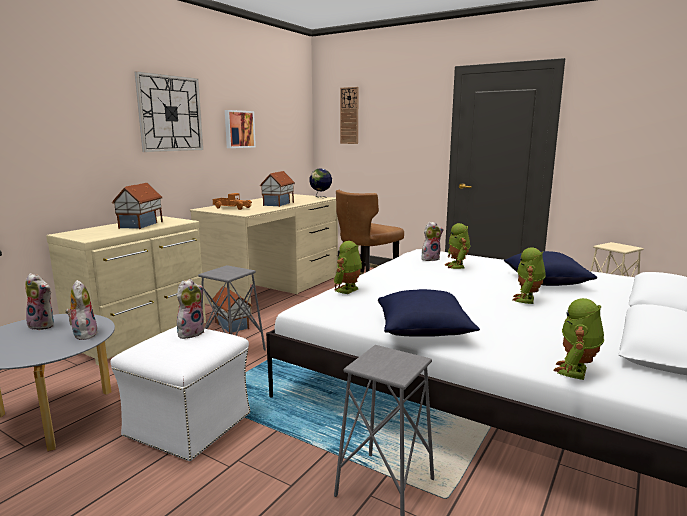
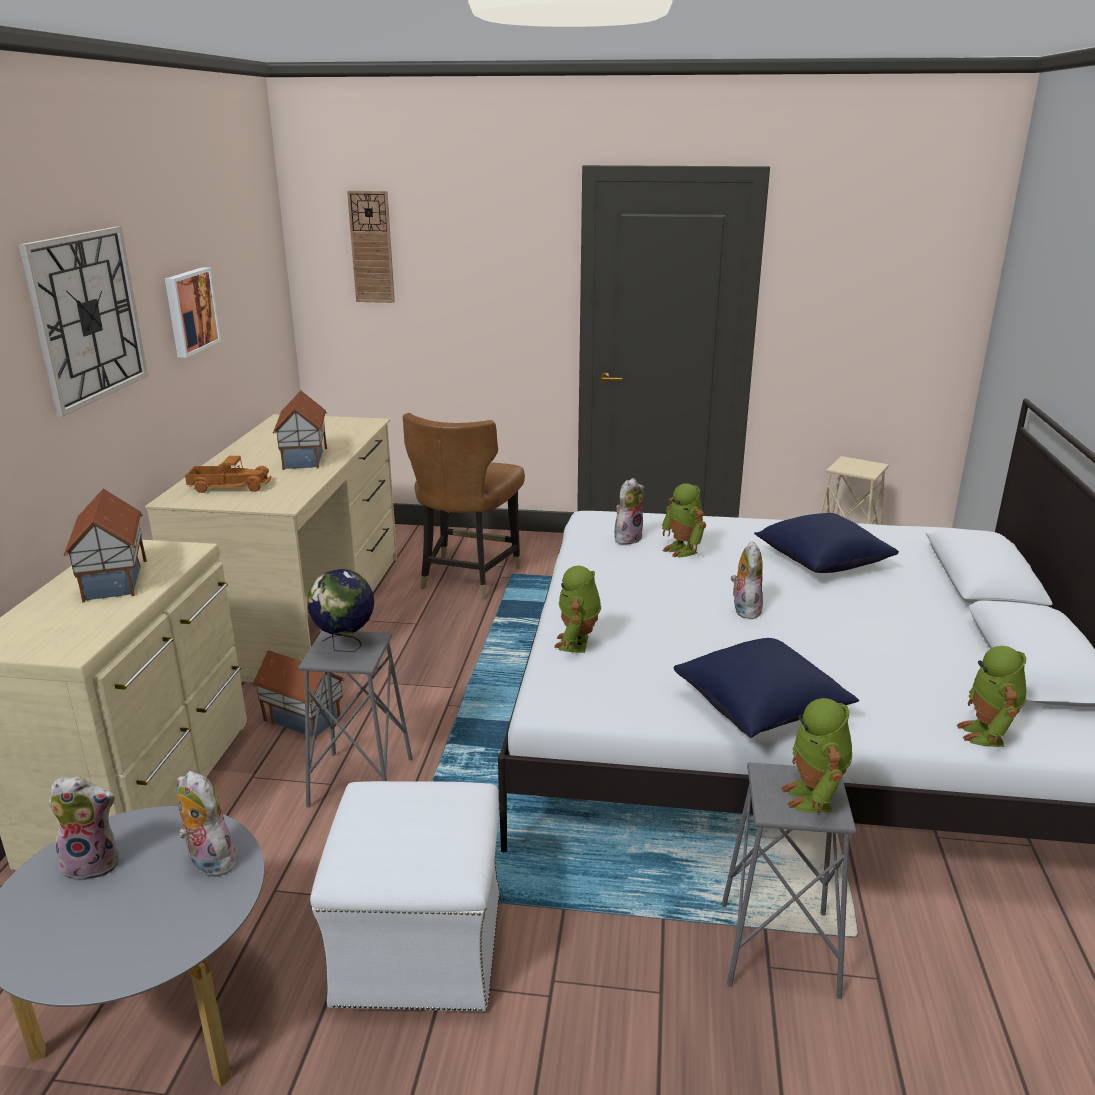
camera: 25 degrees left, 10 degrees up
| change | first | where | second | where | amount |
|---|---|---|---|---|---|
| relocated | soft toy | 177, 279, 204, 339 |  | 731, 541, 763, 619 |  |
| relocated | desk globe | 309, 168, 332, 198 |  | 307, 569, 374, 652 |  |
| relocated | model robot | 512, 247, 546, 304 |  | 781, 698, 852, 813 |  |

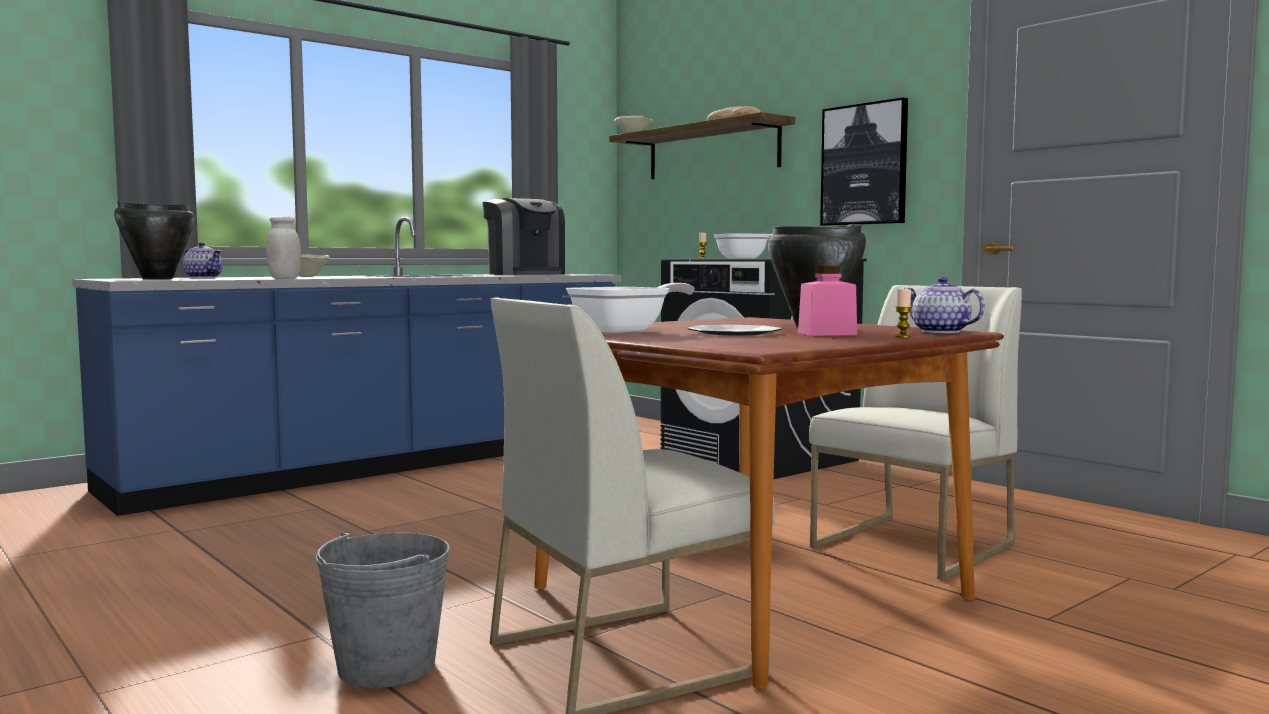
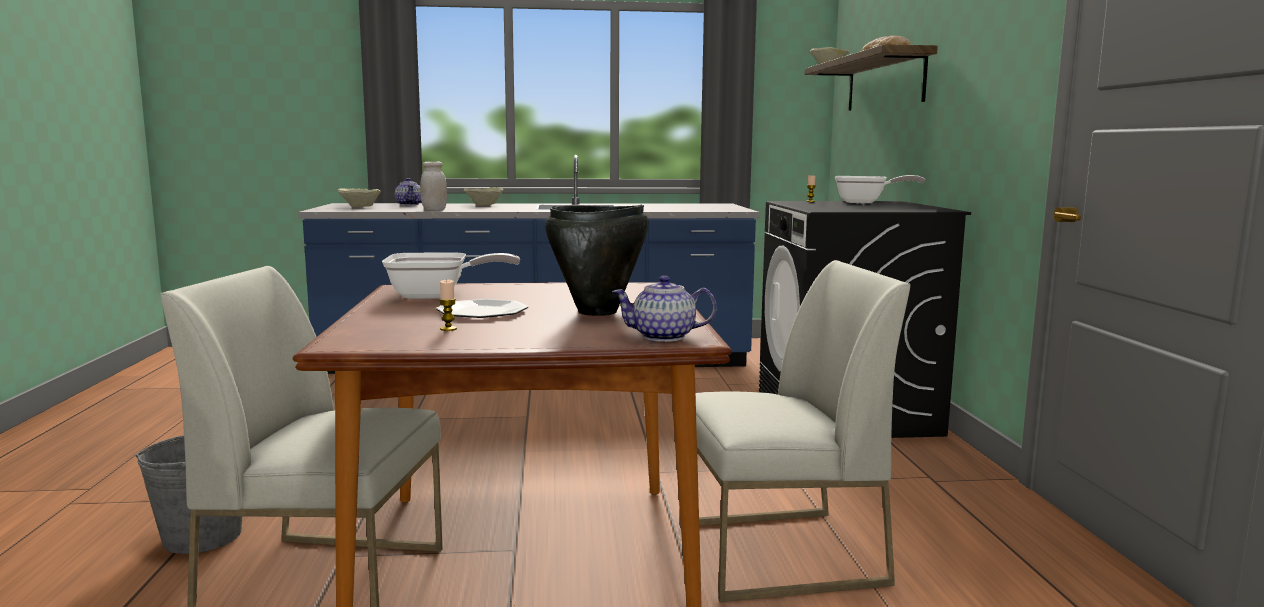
camera: 35 degrees right, 5 degrees up
| change | first | where | second | where | amount |
|---|---|---|---|---|---|
| missing | coffee machine | 482, 198, 565, 275 |  |  |  |
| missing | preserve jar (pink-coloured) | 798, 266, 857, 336 |  |  |  |
| missing | picture | 820, 98, 908, 226 |  |  |  |
| relocated | wax light | 895, 288, 912, 337 |  | 439, 280, 457, 331 |  |
| exchanged | saucepot (blackish) | 114, 201, 195, 279 | bowl (beige-coloured) | 338, 188, 381, 207 |  |
| spun | teapot | 907, 277, 985, 333 |  | 612, 276, 717, 342 | 90 degrees counterclockwise |

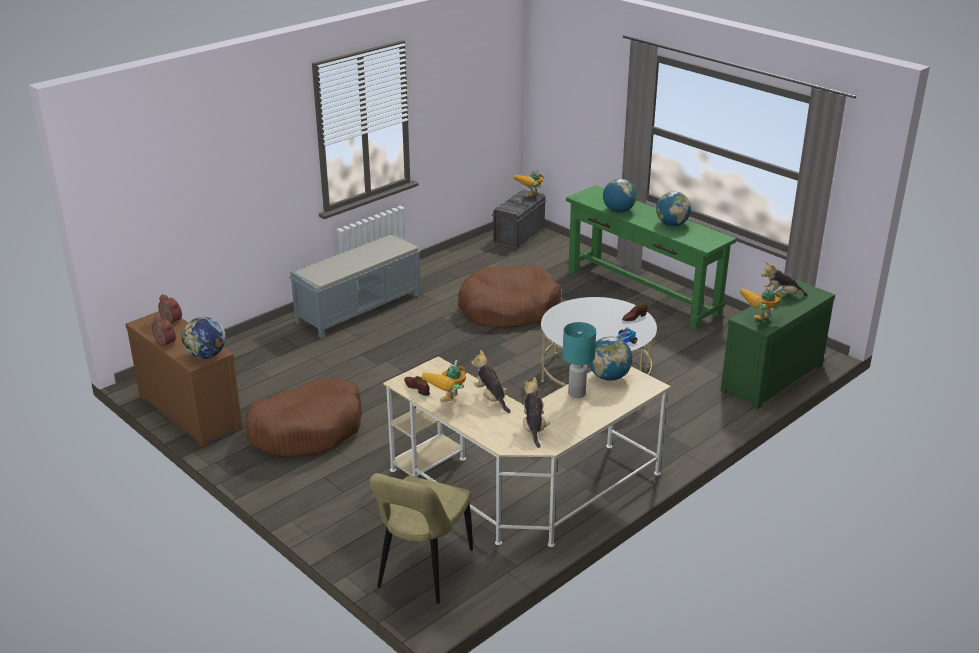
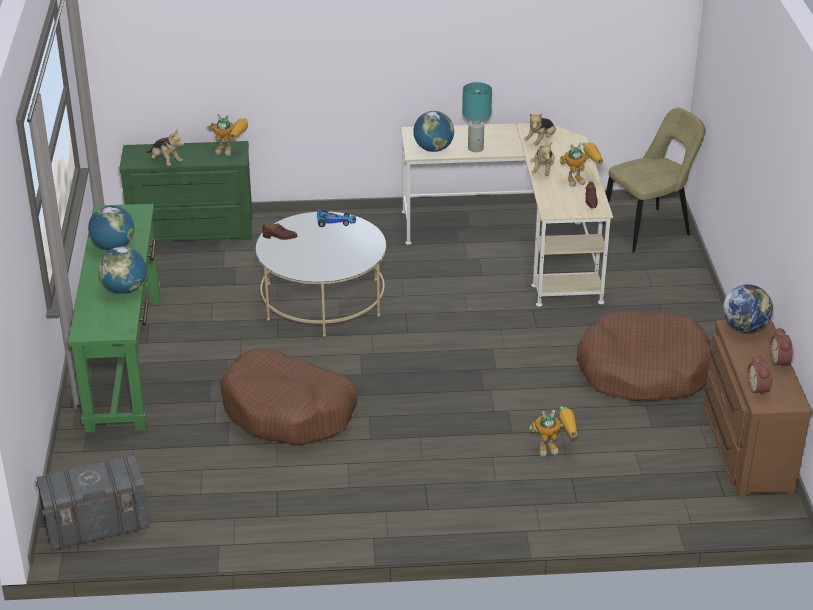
camera: 140 degrees left, 5 degrees up
| change | first | where | second | where | amount |
|---|---|---|---|---|---|
| missing | bench (greyish) | 289, 233, 421, 338 |  |  |  |
| relocated | model robot | 514, 168, 544, 197 |  | 529, 406, 577, 457 |  |

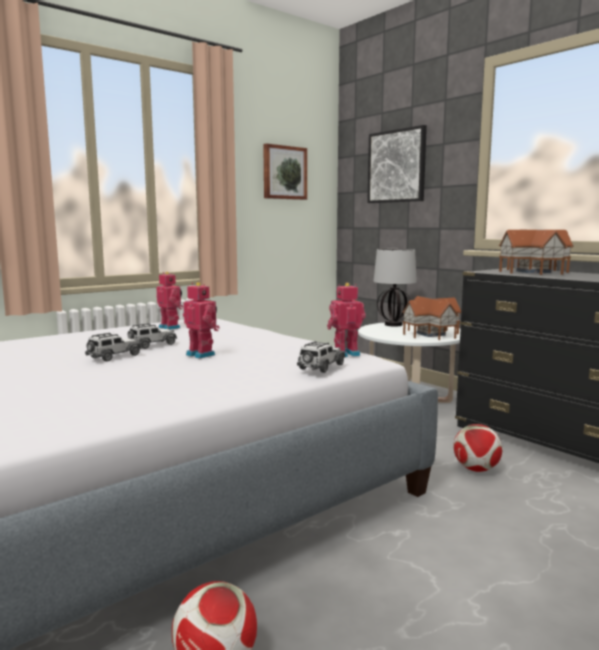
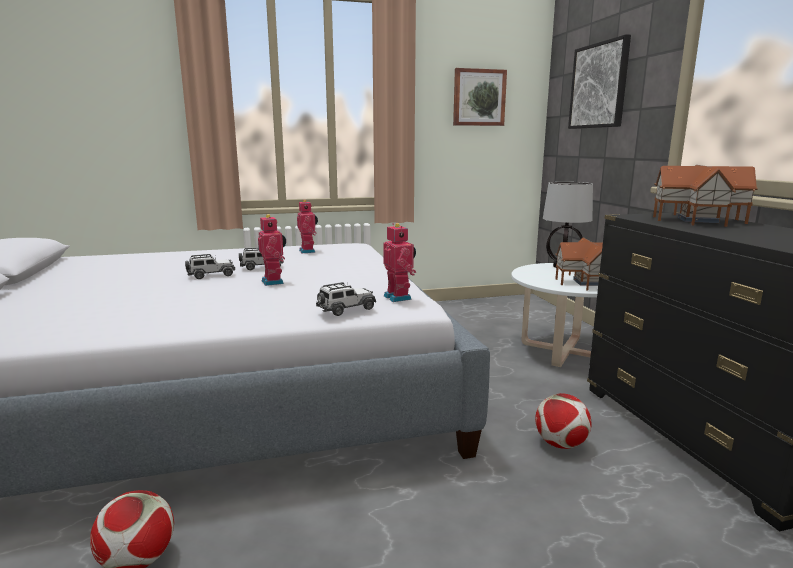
camera: 25 degrees right, 5 degrees up
| change | first | where | second | where | amount |
|---|---|---|---|---|---|
| spun | model robot | 327, 283, 366, 357 |  | 383, 223, 416, 302 | 60 degrees clockwise |

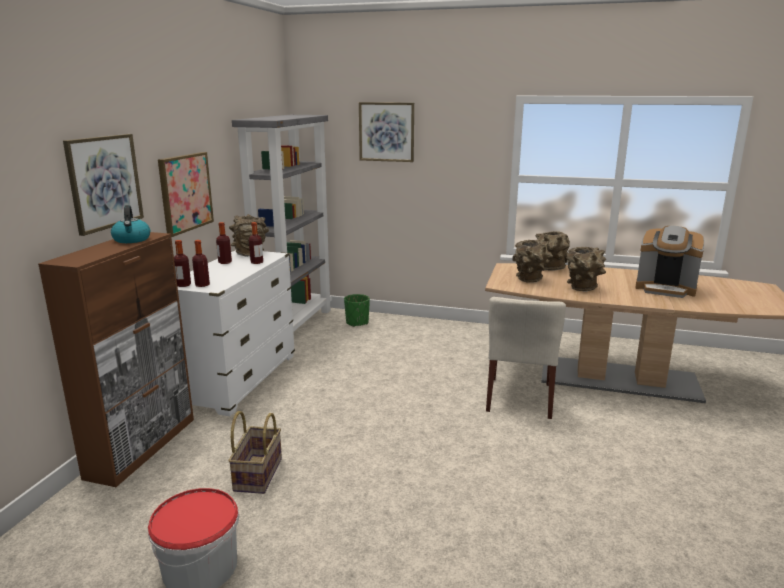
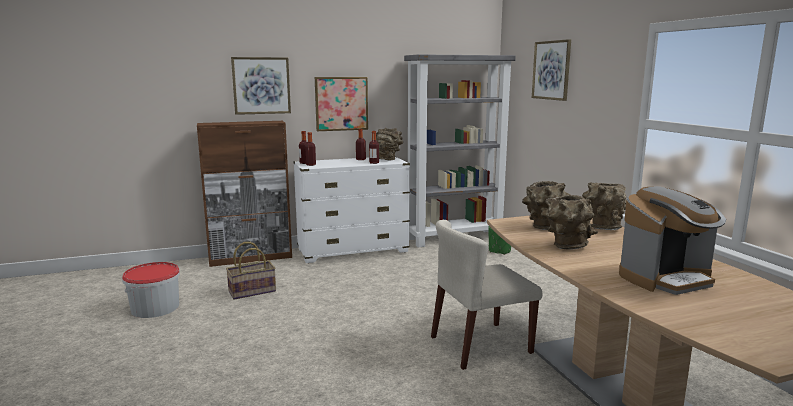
camera: 55 degrees right, 5 degrees down
| change | first | where | second | where | amount |
|---|---|---|---|---|---|
| missing | water kettle | 111, 205, 150, 243 |  |  |  |
| spun | coffee machine | 635, 226, 705, 298 |  | 619, 186, 726, 295 | 105 degrees counterclockwise |

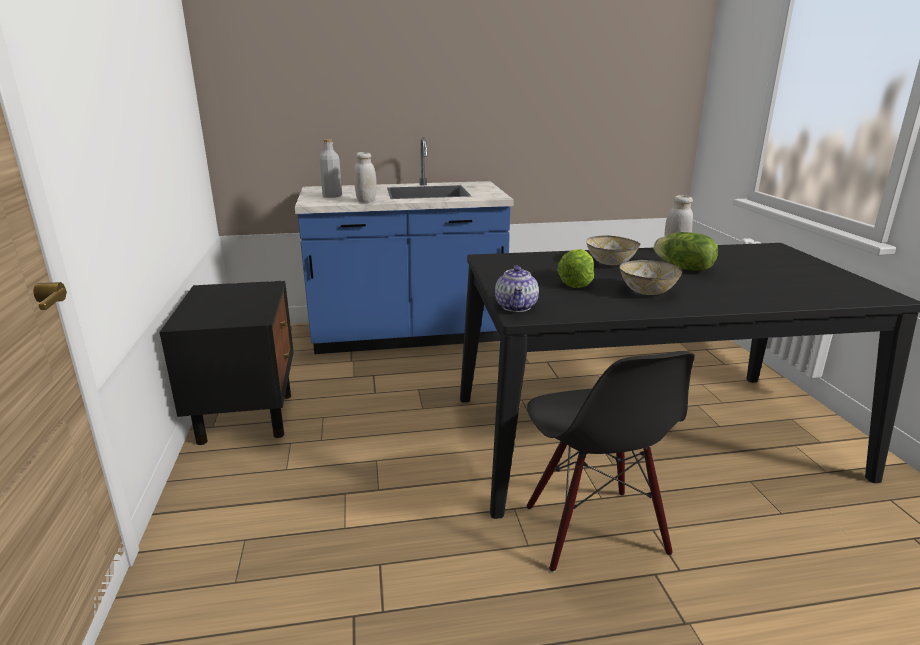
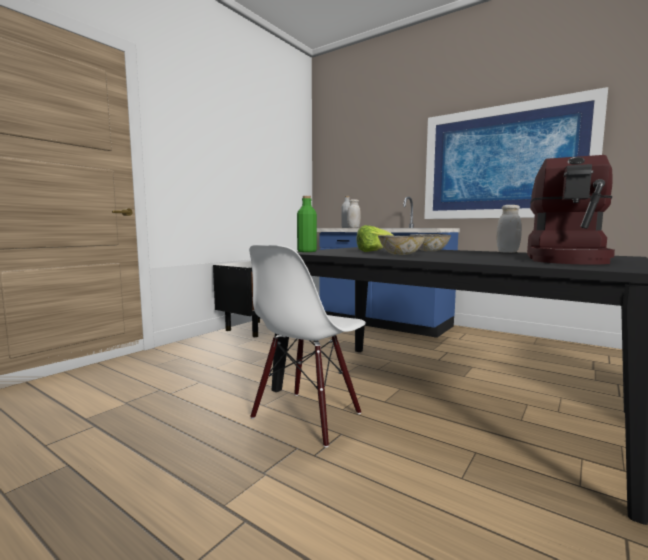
camera: 45 degrees right, 15 degrees down
| change | first | where | second | where | amount |
|---|---|---|---|---|---|
| missing | head of lettuce | 653, 232, 718, 271 |  |  |  |
| appeared |  |  | picture | 424, 87, 608, 219 |  |
| appeared |  |  | coffee machine | 527, 155, 615, 265 |  |
| exchanged | teapot | 495, 265, 539, 312 | beverage bottle (greenish) | 297, 196, 317, 252 |  |
| colour | upright chair (blackish) | 527, 351, 695, 573 | upright chair (white-coloured) | 249, 245, 366, 447 |  |

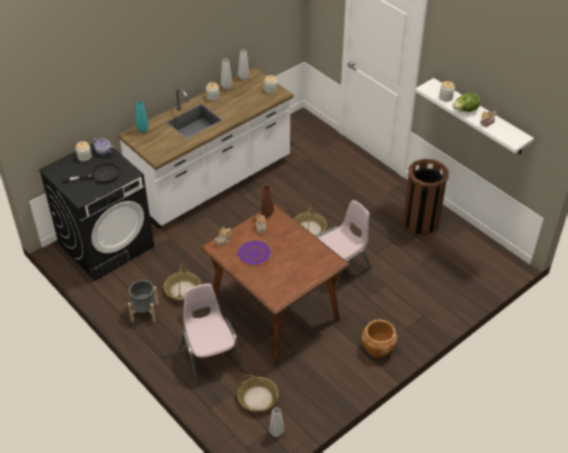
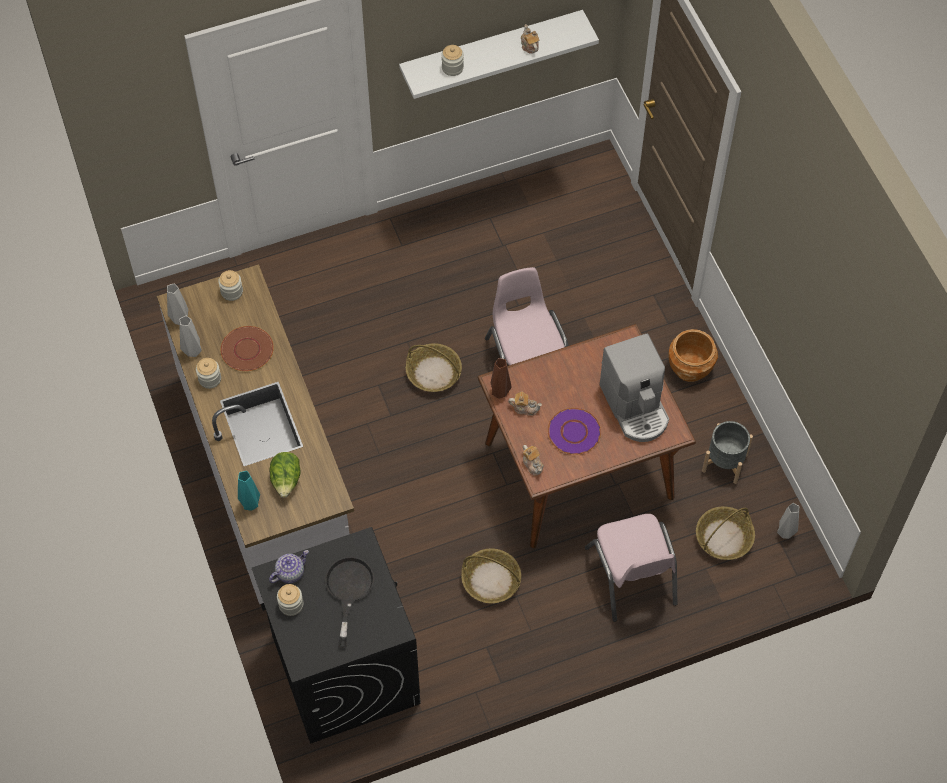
camera: 70 degrees left, 15 degrees up
| change | first | where | second | where | amount |
|---|---|---|---|---|---|
| missing | trash can (brown) | 402, 159, 448, 236 |  |  |  |
| appeared |  |  | flat dish (brown) | 221, 326, 274, 371 |  |
| appeared |  |  | coffee machine | 600, 333, 669, 442 |  |
| relocated | plant pot (greyish) | 128, 280, 159, 322 |  | 702, 421, 753, 484 |  |
| relocated | head of lettuce | 452, 93, 480, 112 |  | 269, 452, 301, 498 |  |
| spun | upright chair (pink-coloured) | 181, 284, 243, 386 |  | 585, 514, 677, 622 | 105 degrees counterclockwise |

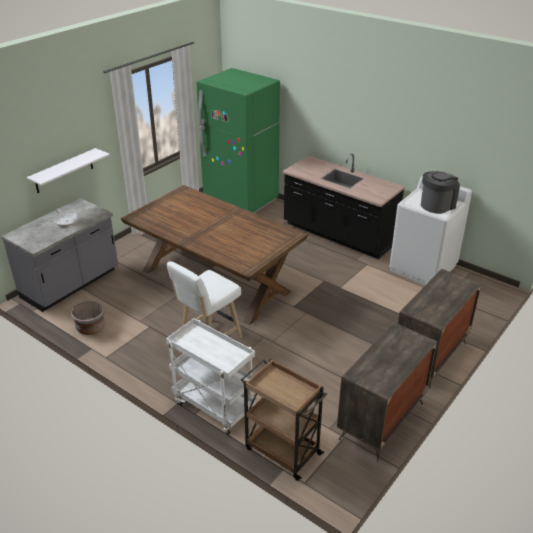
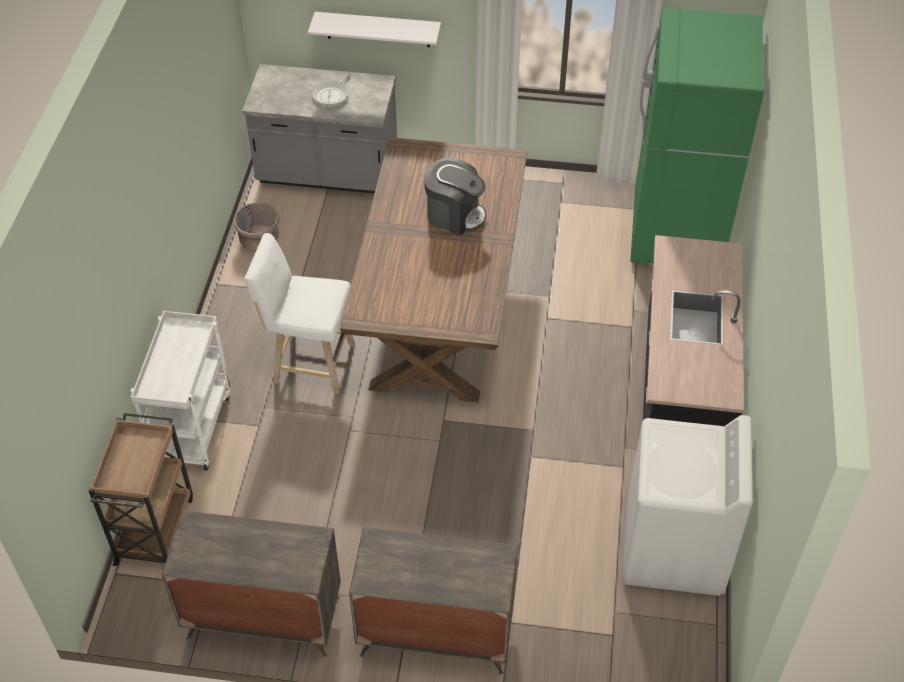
camera: 60 degrees right, 15 degrees up
| change | first | where | second | where | amount |
|---|---|---|---|---|---|
| relocated | coffee machine | 421, 171, 460, 214 |  | 424, 157, 487, 235 |  |

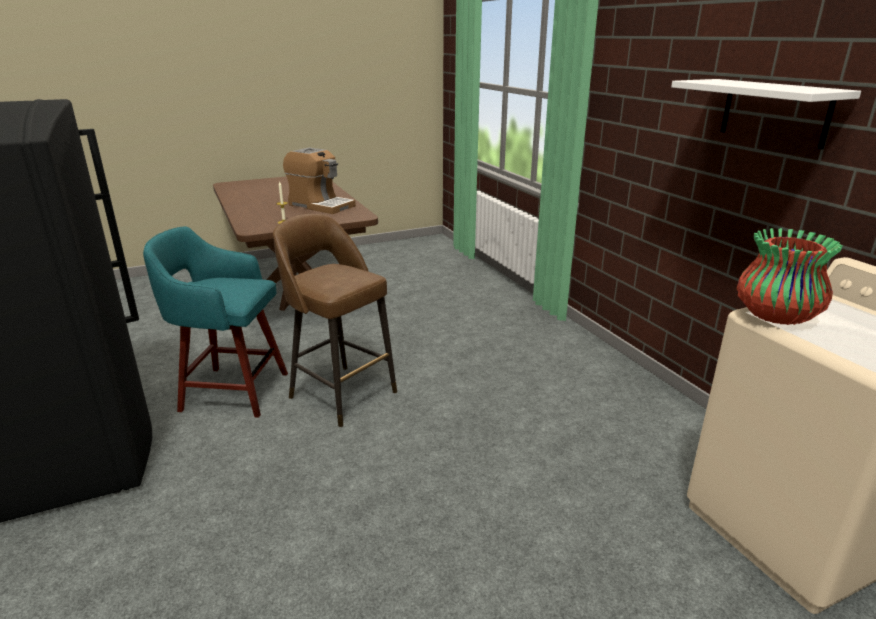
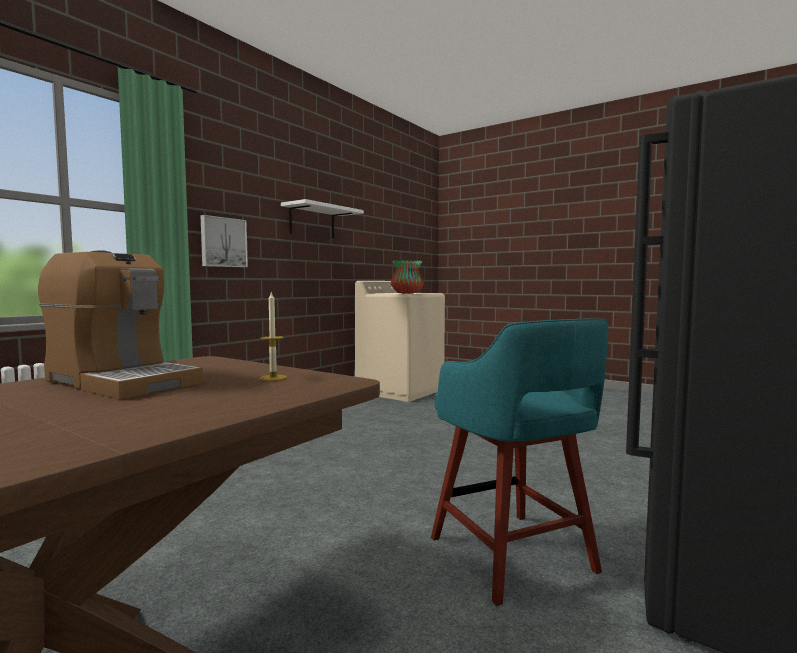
camera: 120 degrees left, 20 degrees down
| change | first | where | second | where | amount |
|---|---|---|---|---|---|
| missing | sitting stool (brown) | 273, 214, 397, 427 |  |  |  |
| appeared |  |  | picture | 200, 215, 248, 267 |  |
| spun | coffee machine | 283, 148, 356, 214 |  | 38, 250, 204, 400 | 120 degrees clockwise |

